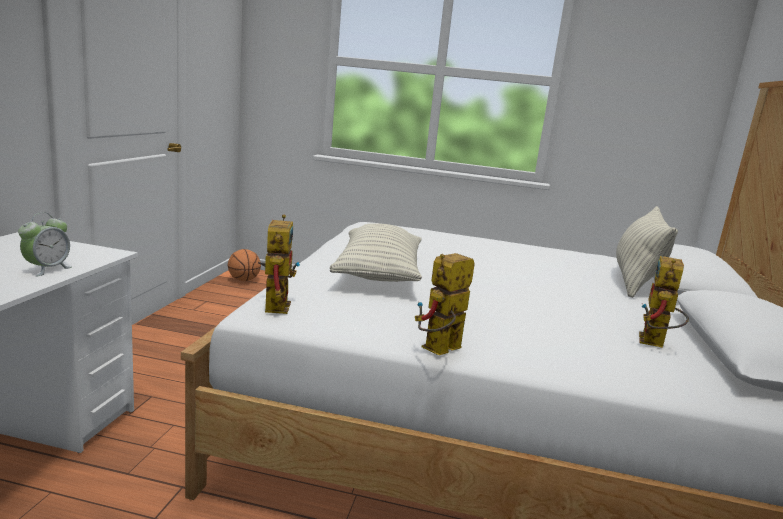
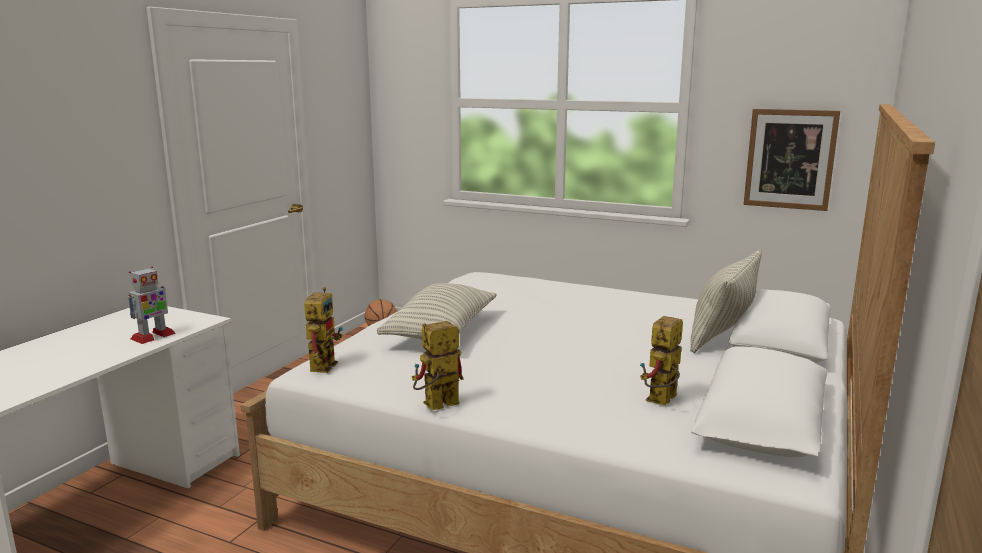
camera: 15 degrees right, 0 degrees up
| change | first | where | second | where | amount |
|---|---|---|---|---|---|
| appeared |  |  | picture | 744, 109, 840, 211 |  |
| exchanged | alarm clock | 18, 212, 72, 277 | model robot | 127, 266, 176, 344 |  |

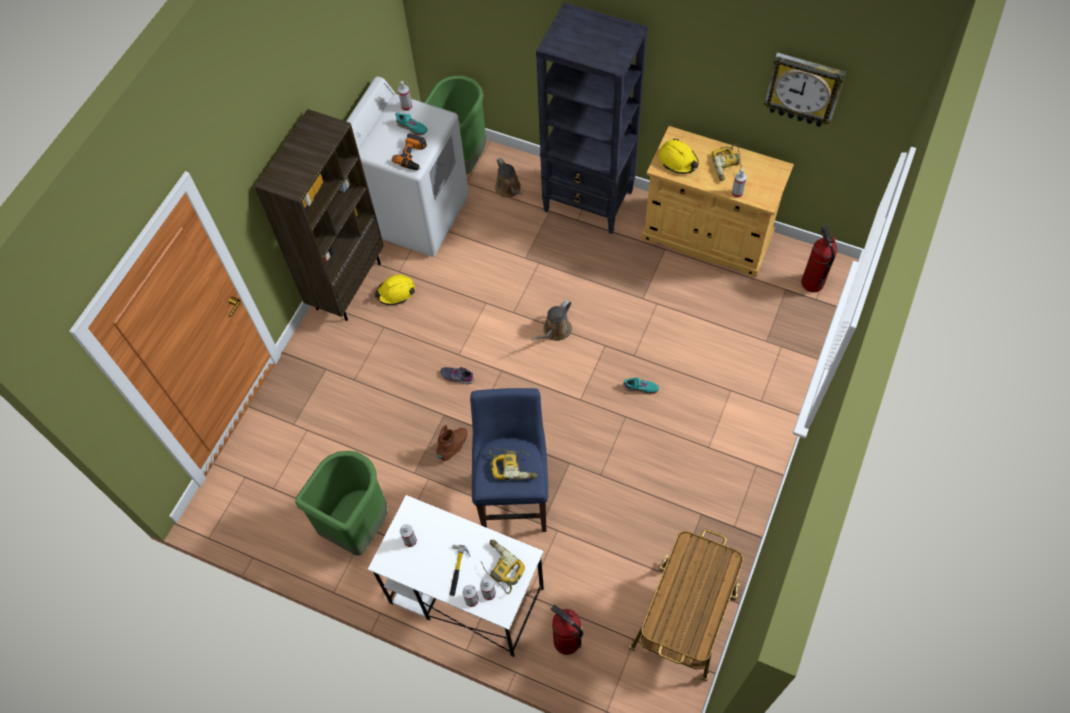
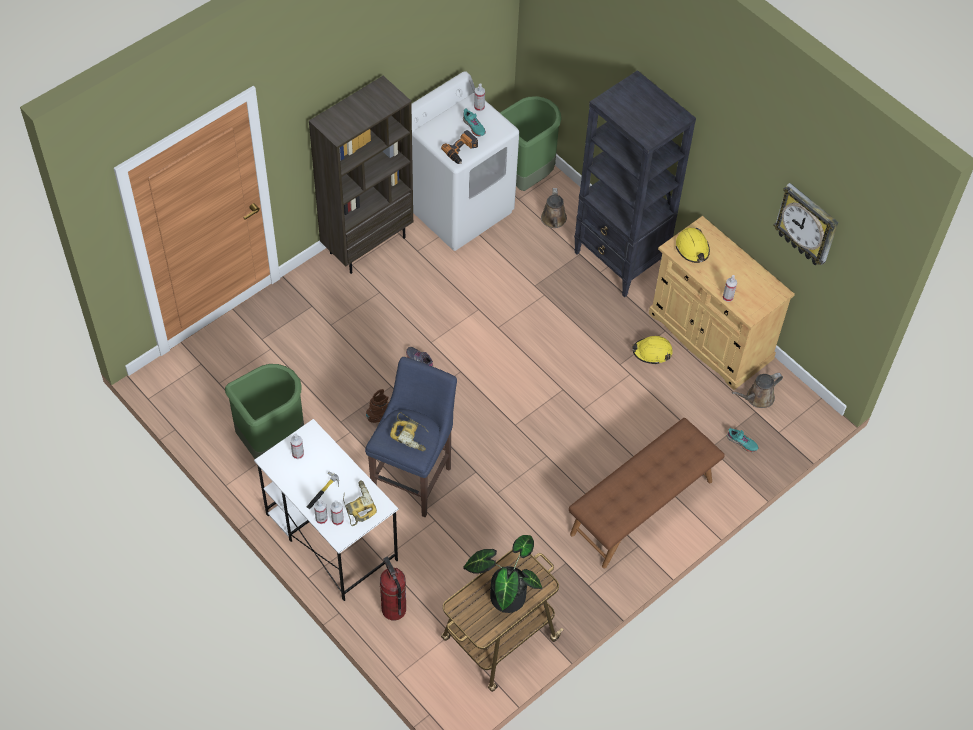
camera: 20 degrees right, 5 degrees down
| change | first | where | second | where | amount |
|---|---|---|---|---|---|
| missing | drill | 712, 144, 742, 181 |  |  |  |
| missing | fire-fighting cylinder | 801, 225, 837, 292 |  |  |  |
| appeared |  |  | houseplant | 463, 535, 542, 613 |  |
| appeared |  |  | bench (brown) | 569, 418, 725, 568 |  |
| relocated | hard hat (yellowish) | 374, 275, 415, 305 |  | 632, 336, 673, 365 |  |
| relocated | watering can (brown) | 532, 300, 572, 341 |  | 732, 373, 783, 408 |  |
| relocated | low shoe (blue-green) | 623, 377, 659, 394 |  | 727, 428, 758, 452 |  |

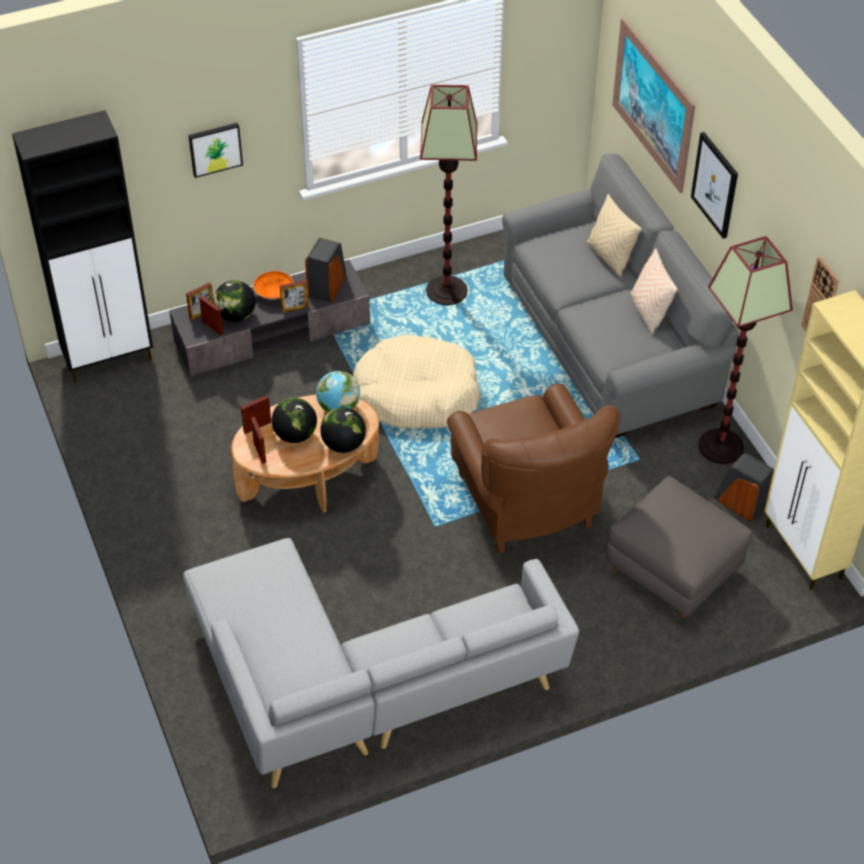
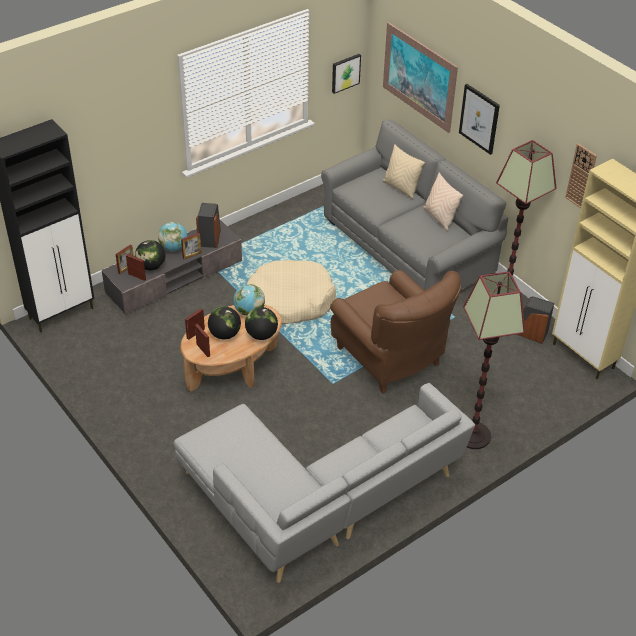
camera: 15 degrees left, 5 degrees down
| change | first | where | second | where | amount |
|---|---|---|---|---|---|
| missing | footrest (greyish) | 606, 476, 752, 618 |  |  |  |
| relocated | picture | 188, 123, 243, 178 |  | 332, 54, 361, 94 |  |
| relocated | standard lamp | 420, 85, 477, 305 |  | 463, 271, 525, 449 |  |
| exchanged | bowl (orangey) | 253, 270, 294, 299 | desk globe | 158, 222, 187, 251 |  |

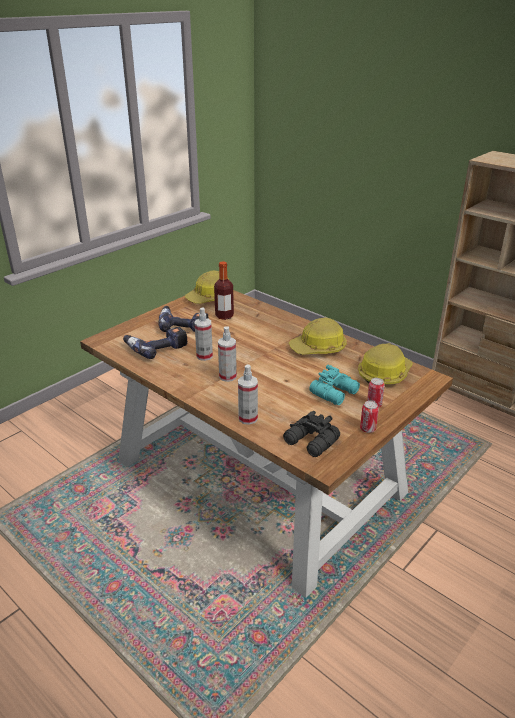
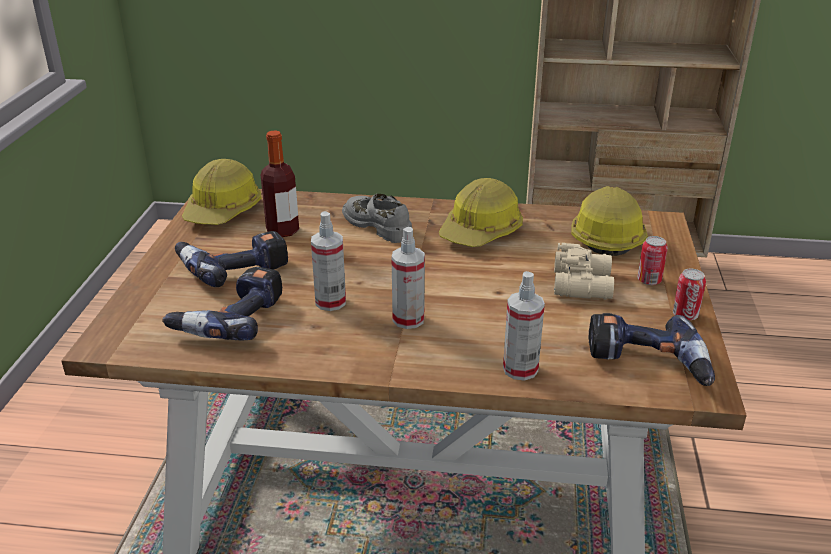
camera: 35 degrees left, 0 degrees up
| change | first | where | second | where | amount |
|---|---|---|---|---|---|
| appeared |  |  | low shoe (greyish) | 342, 194, 412, 243 |  |
| exchanged | pair of binoculars (blackish) | 283, 411, 340, 457 | drill | 589, 313, 715, 386 |  |
| colour | pair of binoculars (blue-green) | 309, 365, 360, 405 | pair of binoculars (beige-coloured) | 554, 243, 614, 299 |  |

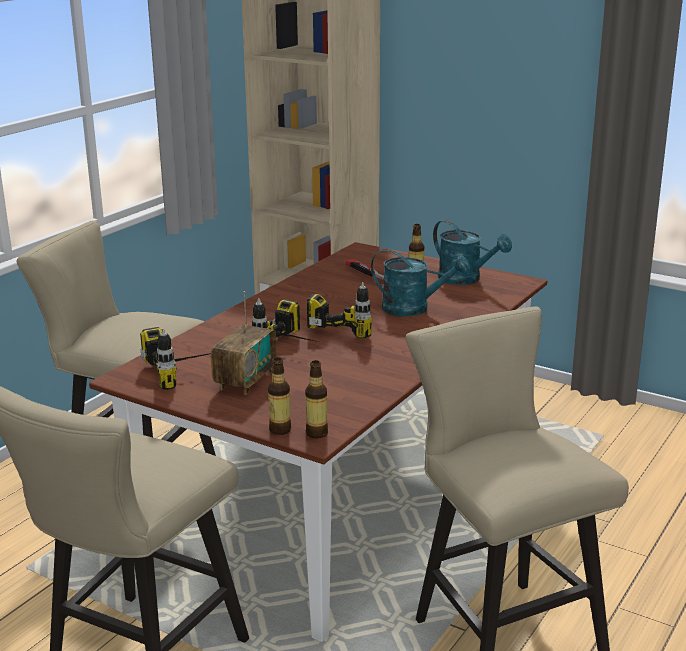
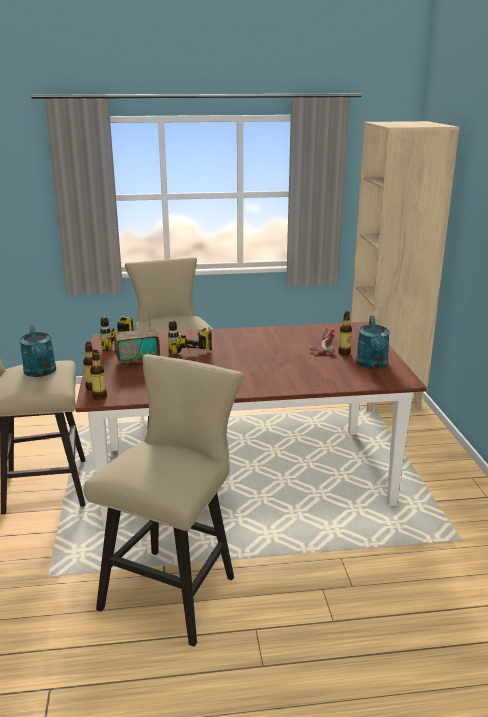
camera: 50 degrees right, 0 degrees up
| change | first | where | second | where | amount |
|---|---|---|---|---|---|
| missing | drill | 307, 282, 372, 338 |  |  |  |
| relocated | watering can (blue-green) | 371, 249, 470, 316 |  | 19, 324, 56, 377 |  |

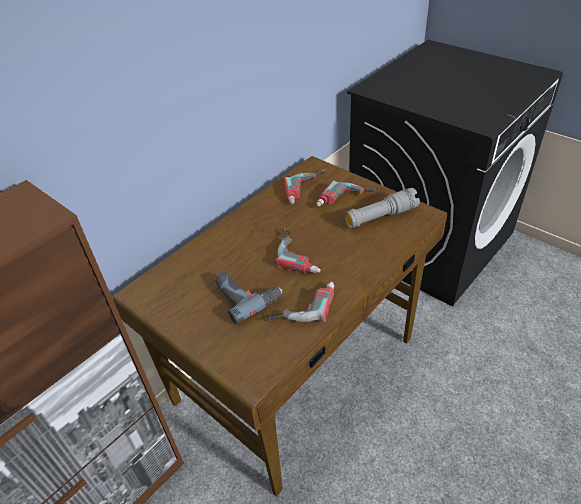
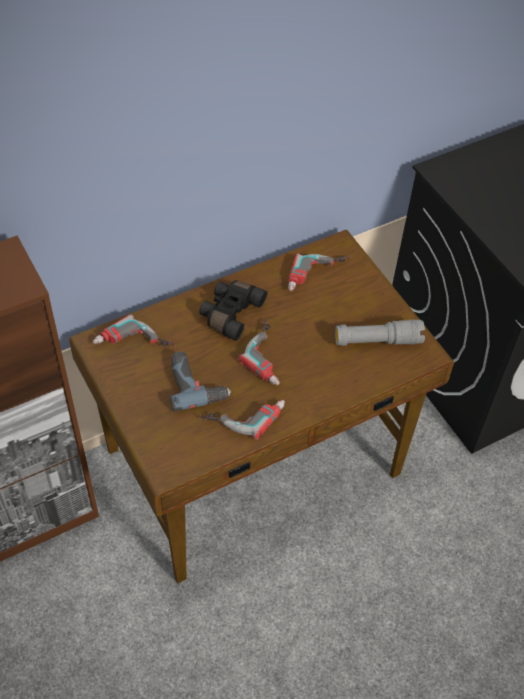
camera: 15 degrees right, 10 degrees up
| change | first | where | second | where | amount |
|---|---|---|---|---|---|
| appeared |  |  | pair of binoculars (blackish) | 199, 280, 268, 341 |  |
| relocated | drill | 316, 180, 380, 207 |  | 93, 314, 175, 347 |  |

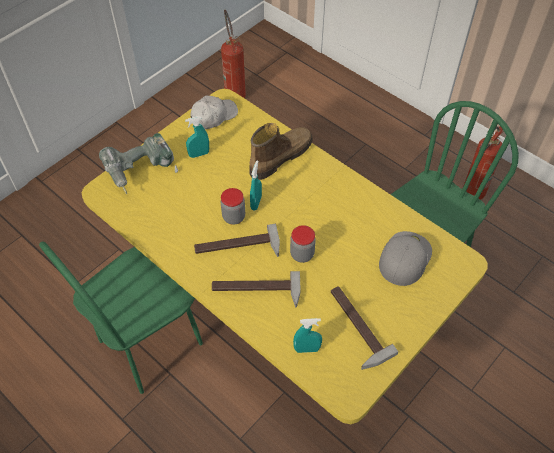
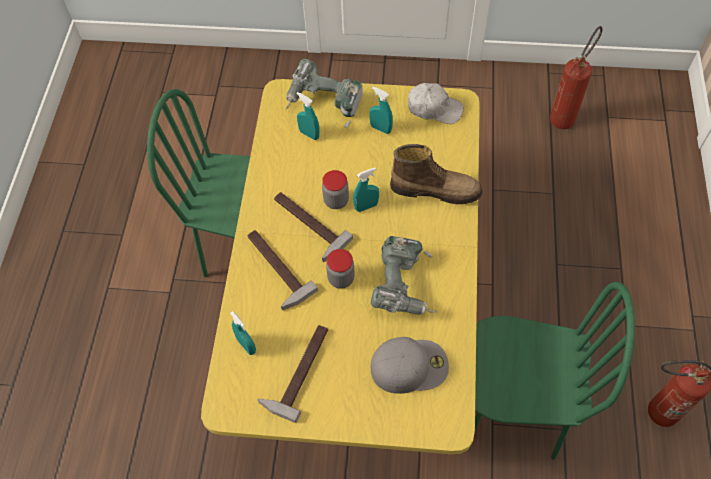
camera: 55 degrees right, 5 degrees up
| change | first | where | second | where | amount |
|---|---|---|---|---|---|
| appeared |  |  | sprayer (blue-green) | 296, 92, 320, 140 |  |
| appeared |  |  | drill | 371, 236, 437, 315 |  |

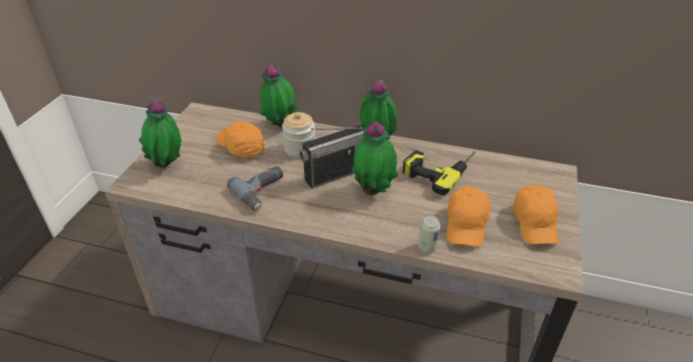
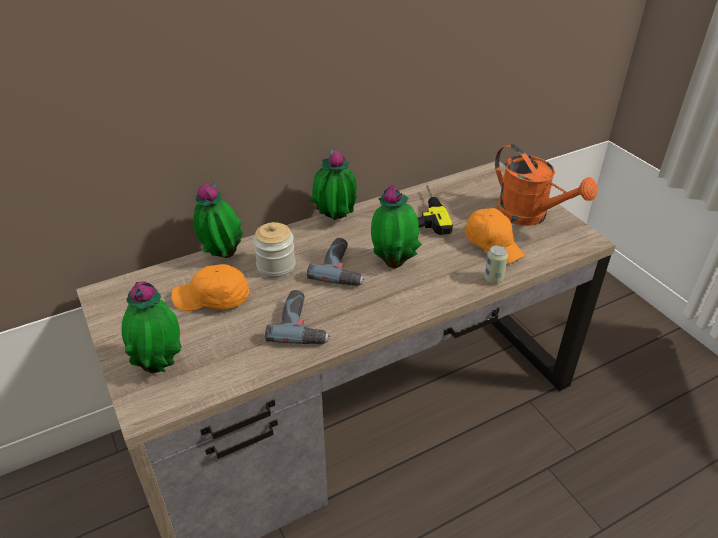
camera: 45 degrees left, 0 degrees up
| change | first | where | second | where | amount |
|---|---|---|---|---|---|
| exchanged | radio receiver | 300, 125, 365, 189 | drill | 307, 238, 365, 286 |  |
| exchanged | baseball cap (orangey) | 513, 185, 558, 244 | watering can (orangey) | 495, 144, 597, 226 |  |

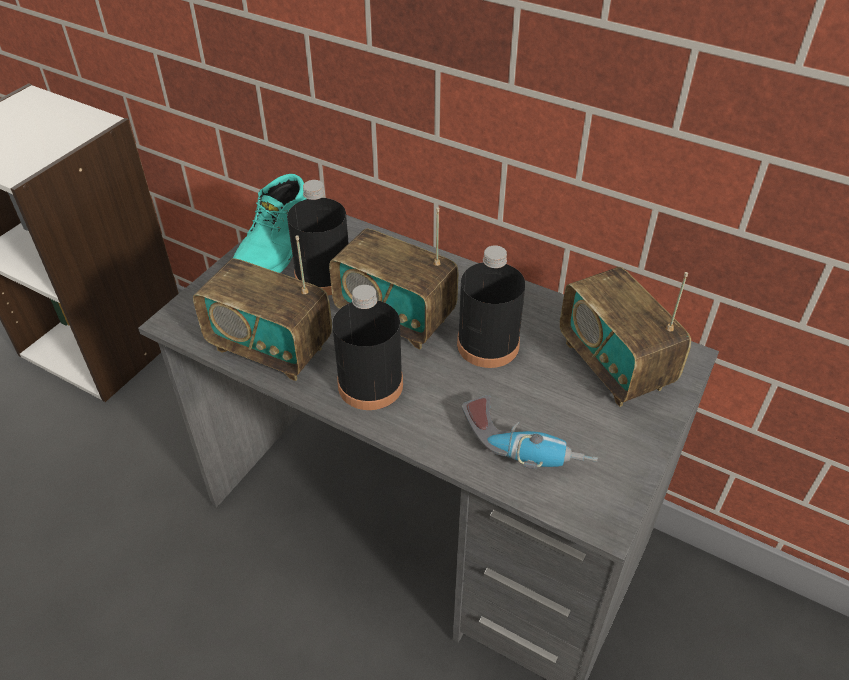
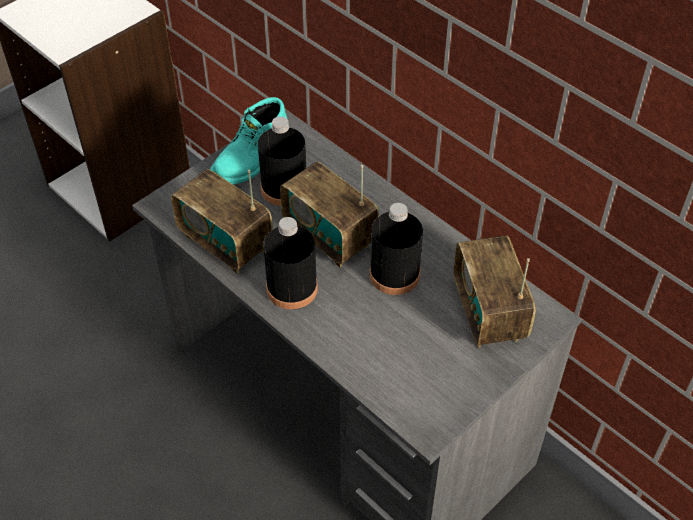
camera: 15 degrees right, 5 degrees up
| change | first | where | second | where | amount |
|---|---|---|---|---|---|
| missing | drill | 462, 395, 598, 469 |  |  |  |

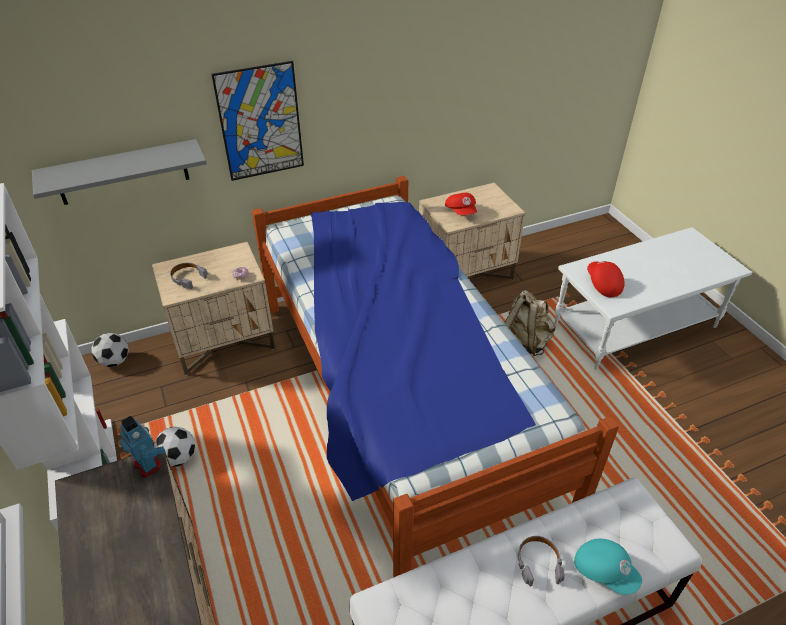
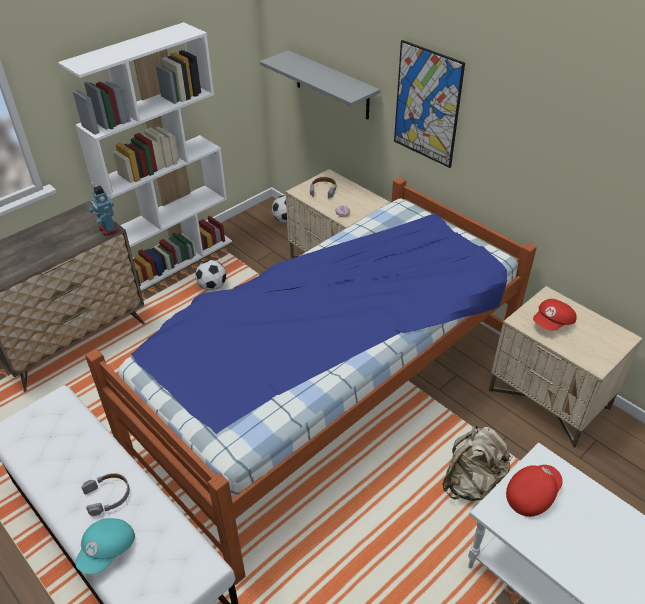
camera: 70 degrees right, 0 degrees up
| change | first | where | second | where | amount |
|---|---|---|---|---|---|
| spun | model robot | 119, 416, 165, 477 |  | 89, 186, 118, 236 | 120 degrees clockwise |

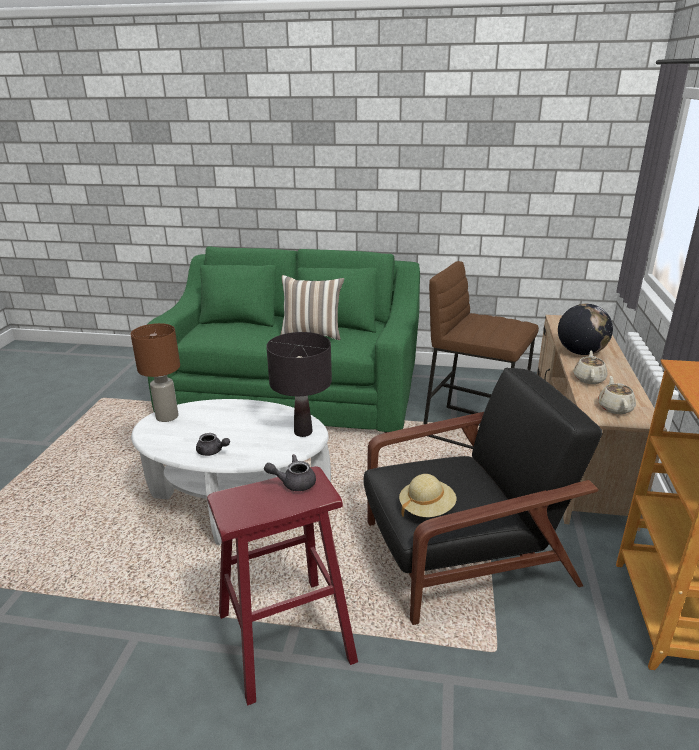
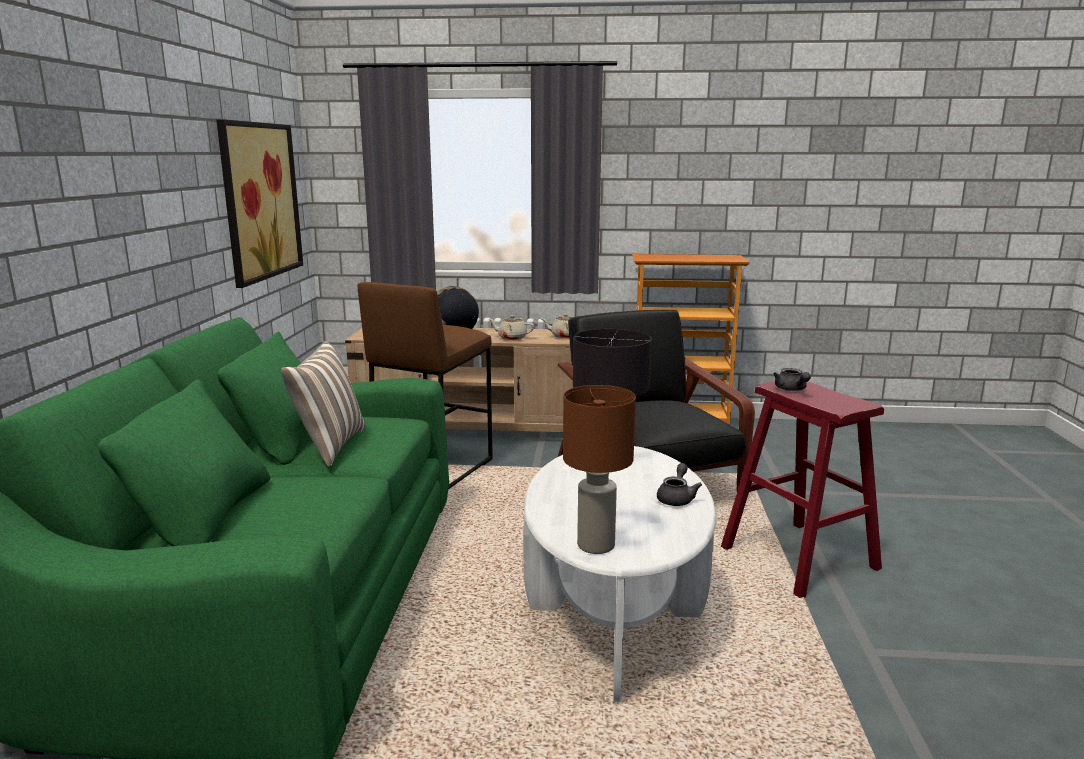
camera: 95 degrees left, 10 degrees down
| change | first | where | second | where | amount |
|---|---|---|---|---|---|
| missing | hat (beige-coloured) | 399, 474, 456, 517 |  |  |  |
| appeared |  |  | picture | 216, 119, 303, 288 |  |

